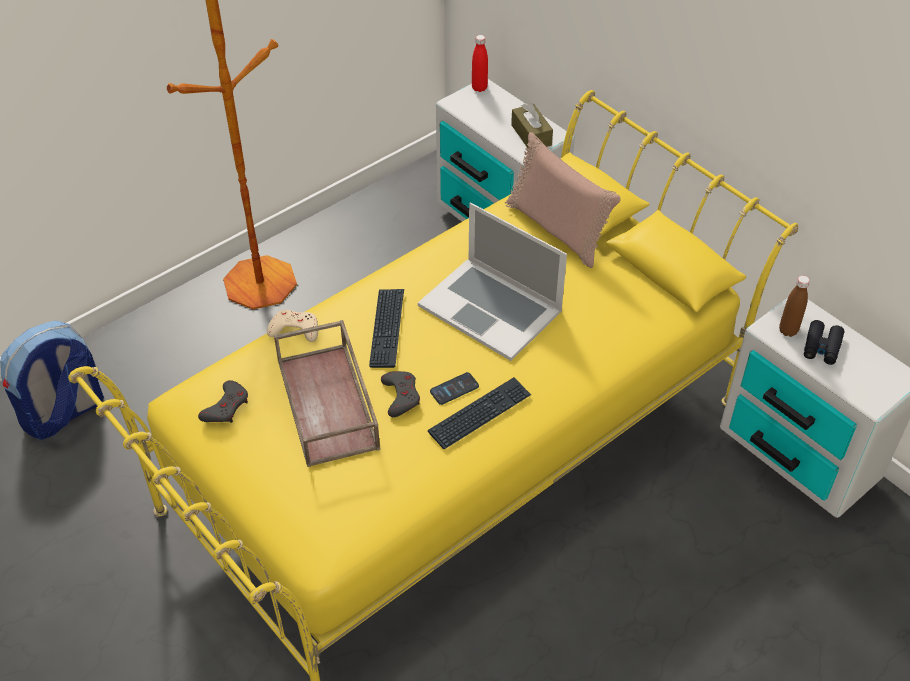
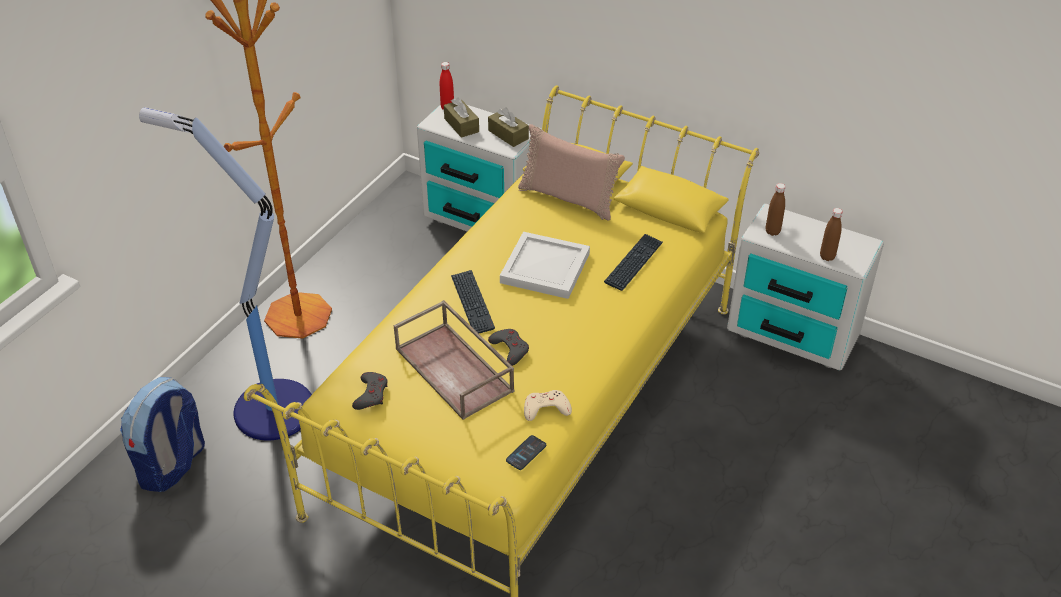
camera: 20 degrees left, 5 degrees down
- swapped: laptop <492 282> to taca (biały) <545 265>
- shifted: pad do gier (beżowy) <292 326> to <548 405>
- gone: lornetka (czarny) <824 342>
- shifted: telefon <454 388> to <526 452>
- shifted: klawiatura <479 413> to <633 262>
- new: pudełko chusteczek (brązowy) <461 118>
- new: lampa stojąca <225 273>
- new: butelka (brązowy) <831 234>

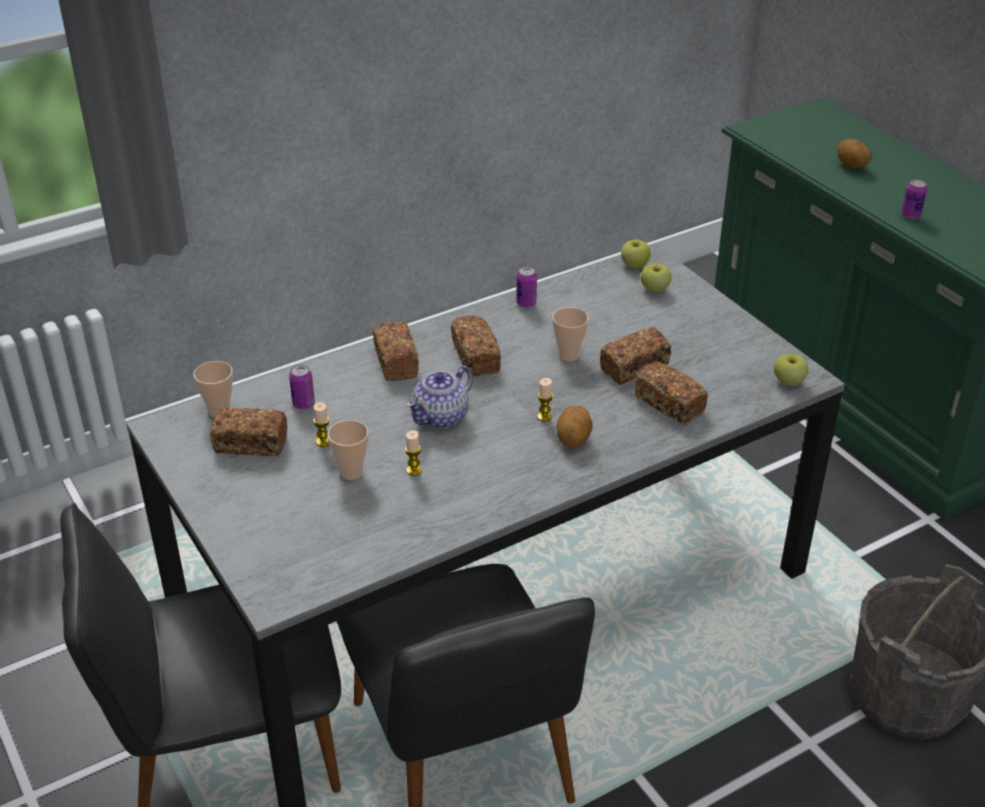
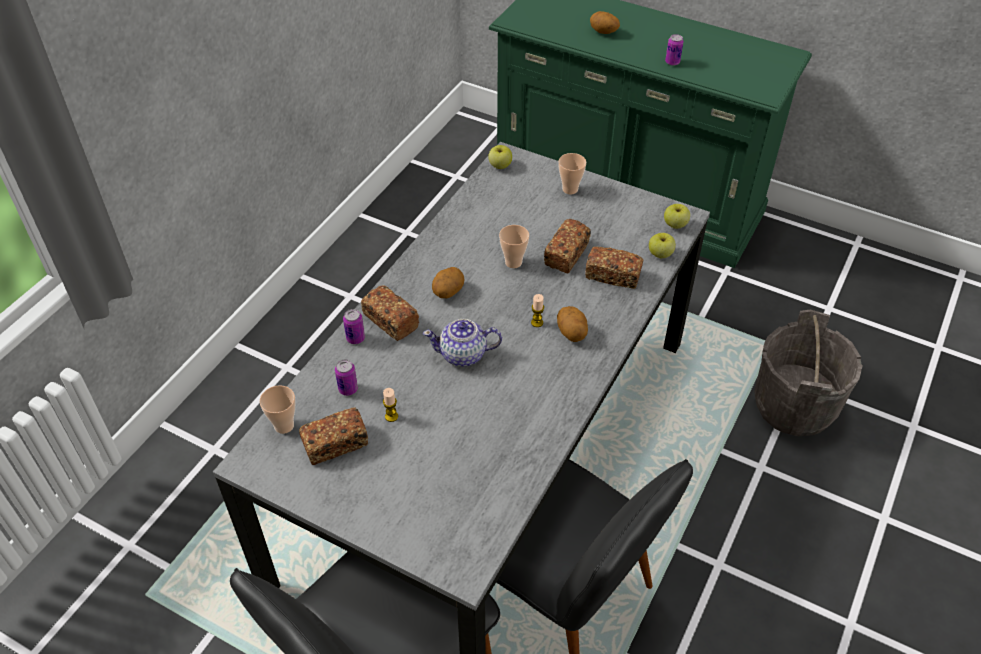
camera: 30 degrees left, 10 degrees up
- shifted: jabłko <656 278> to <662 245>
- shifted: puszka <526 286> to <354 326>
- swapped: chleb <476 346> to ziemniak <448 282>
- rotated: imbryk <439 397> = <462 343> 75 degrees clockwise
- shifted: filiżanka <348 450> to <572 173>
- gone: świeca <413 453>

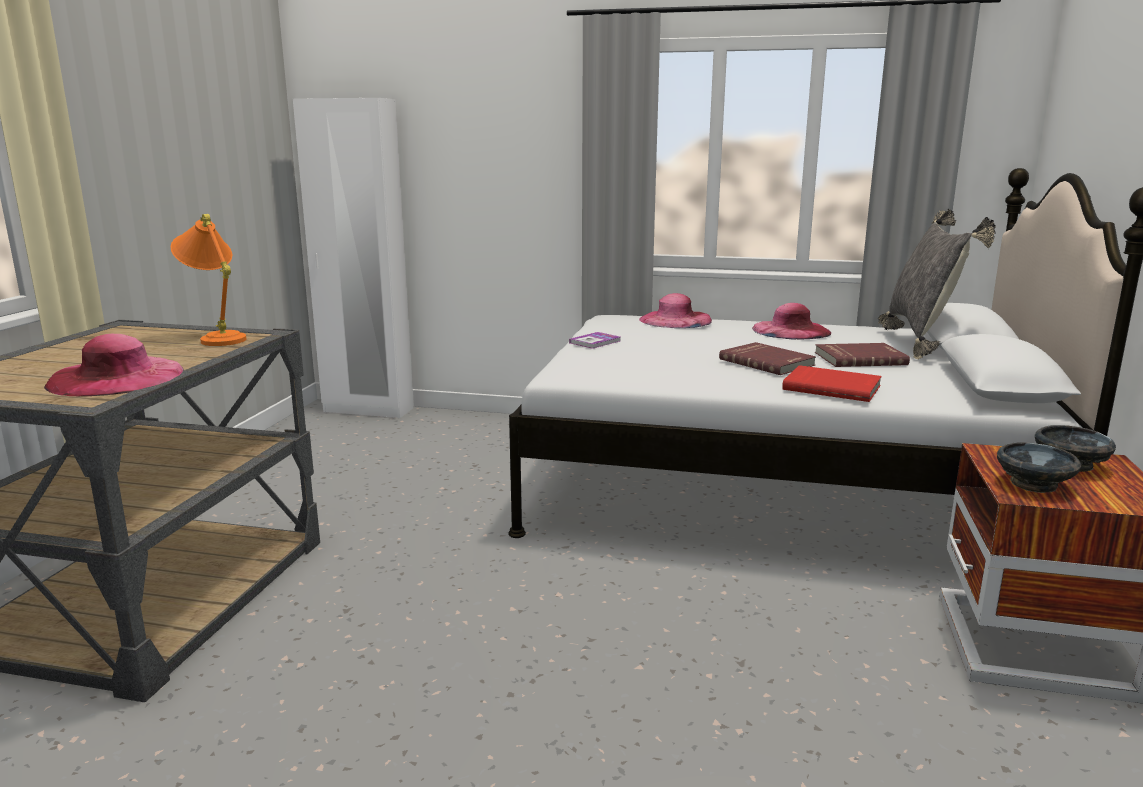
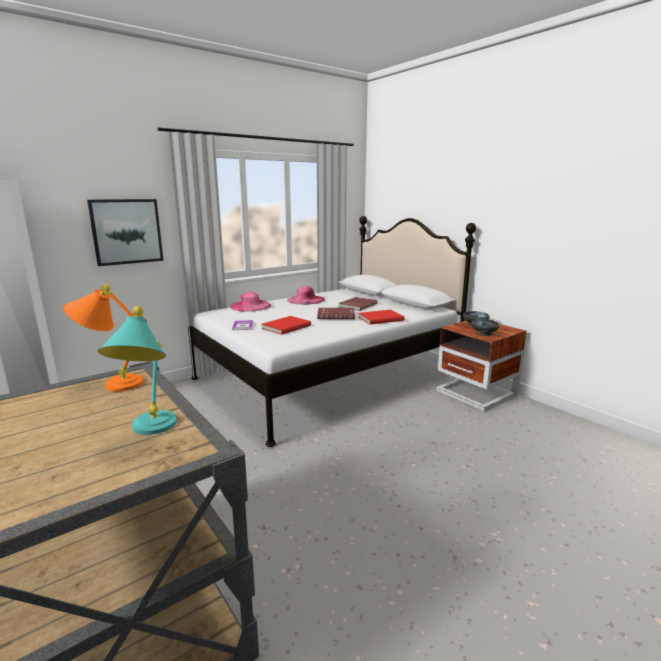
camera: 50 degrees left, 0 degrees up
- gone: poduszka <937 284>
- swapped: kapelusz (różowy) <114 365> to lampa stołowa (turkusowy) <137 371>
- new: obraz <125 232>
- new: książka (czerwony) <286 325>

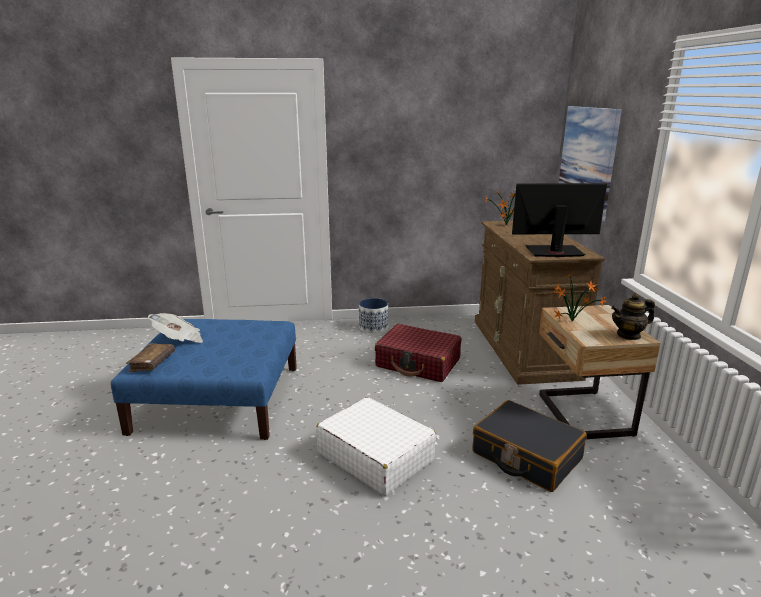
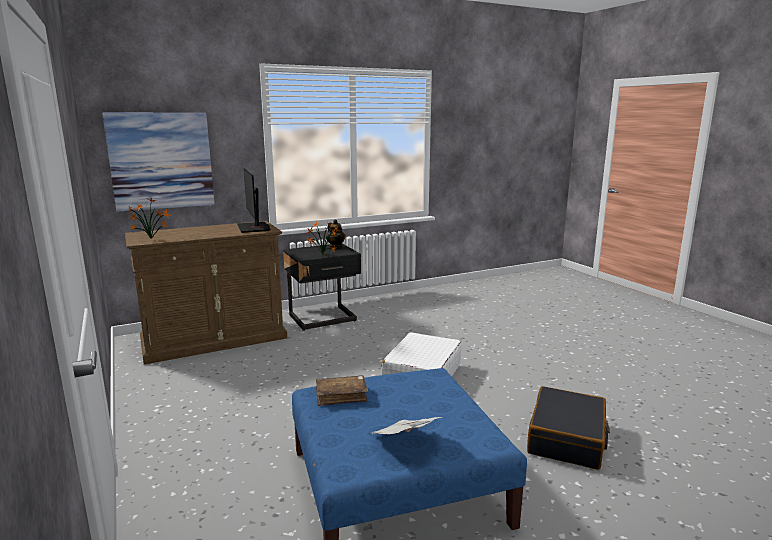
camera: 110 degrees left, 5 degrees down
- gone: donica <373 315>
- repainted: szafka nocna (beżowy) <599 372> to szafka nocna (czarny) <322 287>
- gone: walizka (czerwony) <418 353>
- shifted: książka (brązowy) <150 357> to <342 391>
- shifted: walizka (czarny) <530 446> to <568 428>

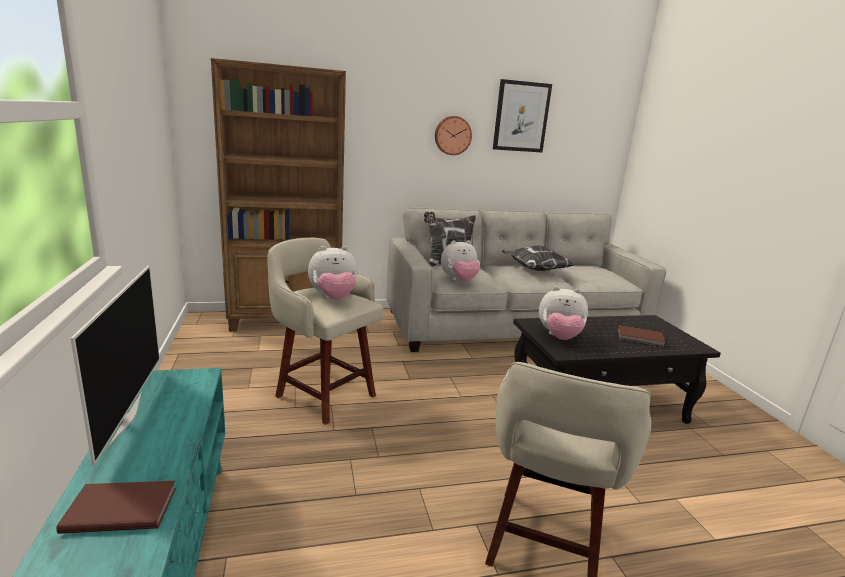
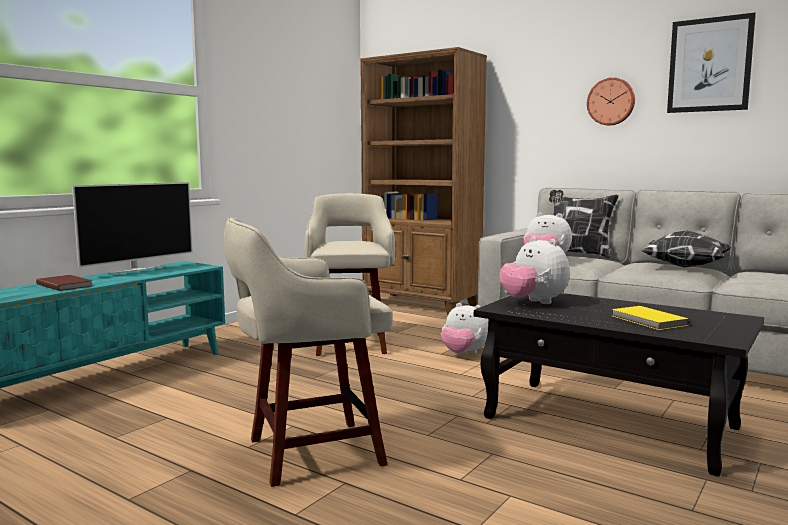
camera: 50 degrees right, 10 degrees down
- shifted: pluszak <333 273> to <464 328>
- repainted: książka (brązowy) <642 336> to książka (żółty) <651 318>

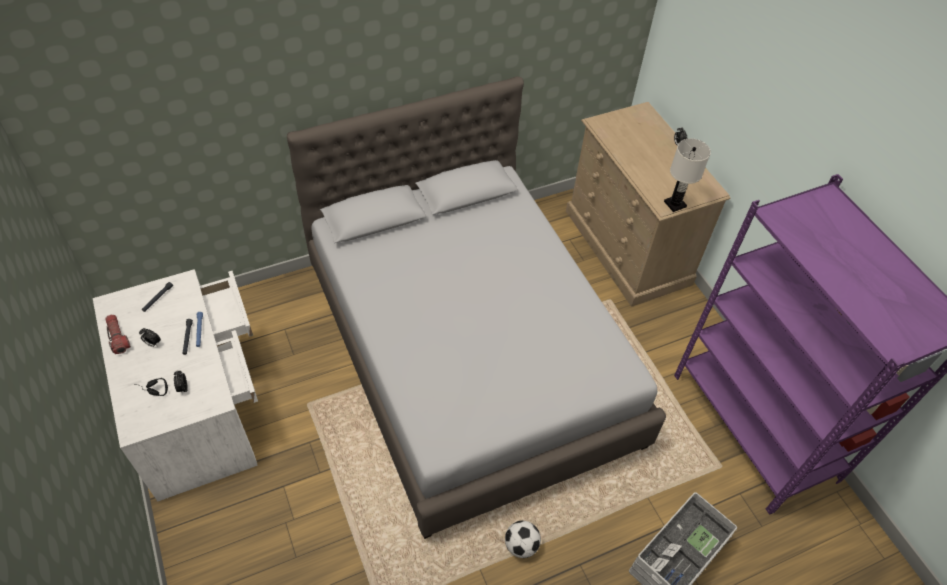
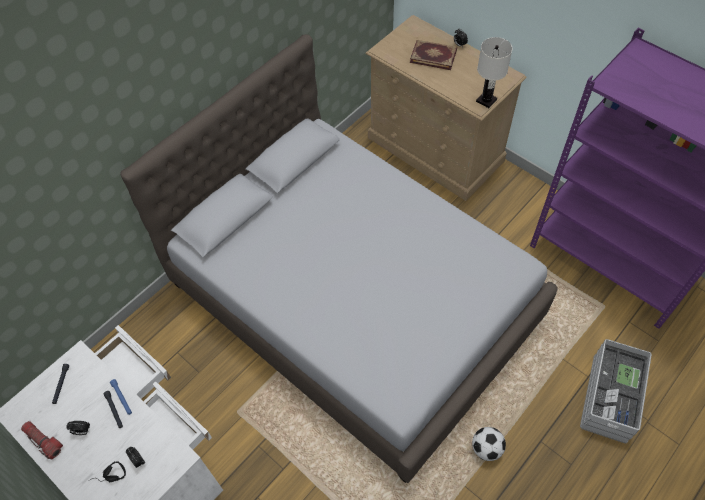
camera: 20 degrees left, 5 degrees up
- new: książka <433 55>

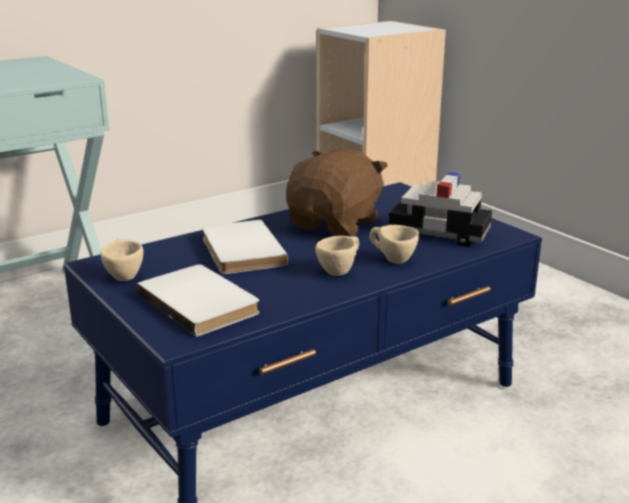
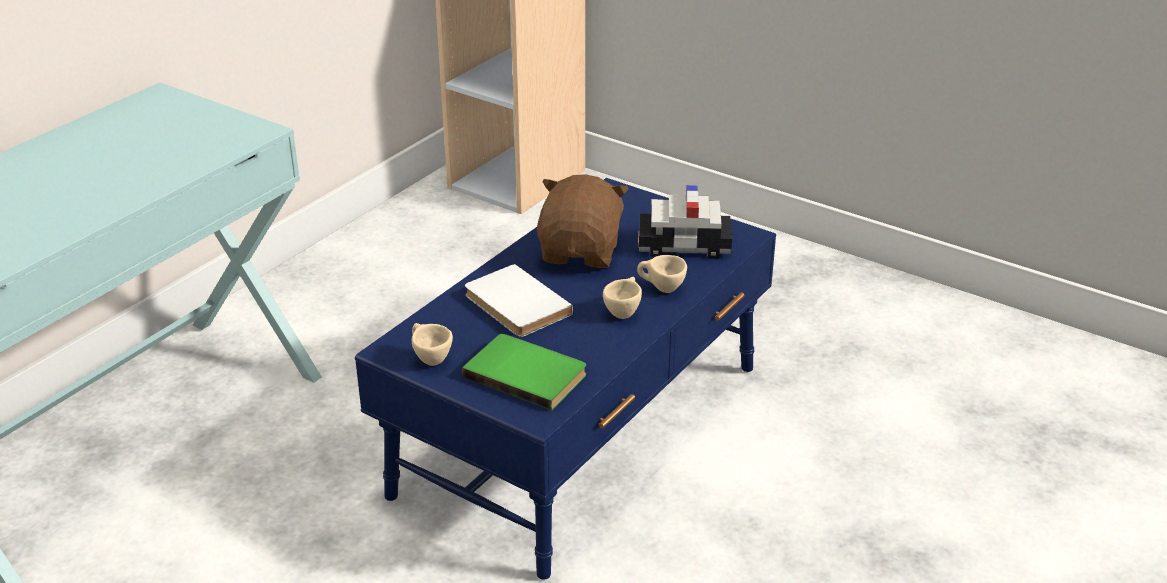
camera: 20 degrees left, 10 degrees up
- repainted: książka (biały) <198 300> to książka (zielony) <524 372>

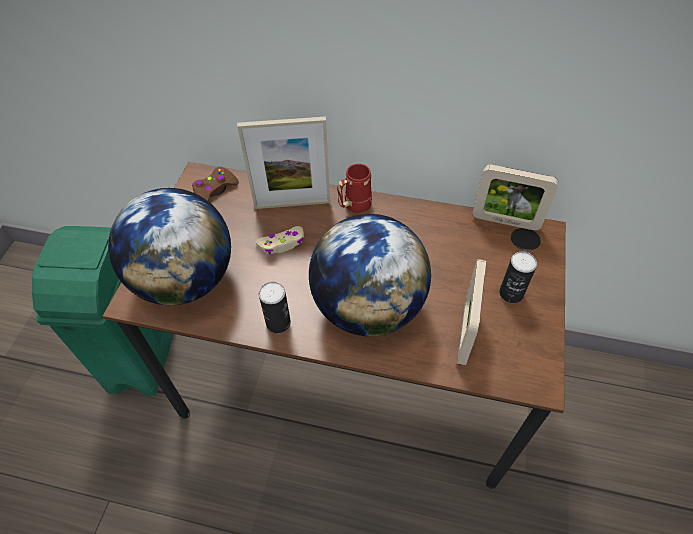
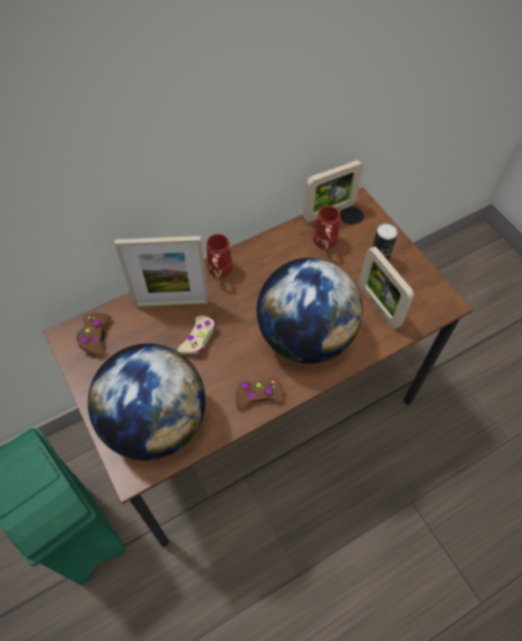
camera: 45 degrees left, 5 degrees up
- rotated: ramka na zdjęcie <283 162> = <162 271> 45 degrees clockwise
- swapped: puszka <275 307> to pad do gier (brązowy) <260 393>
- new: kubek (czerwony) <326 228>

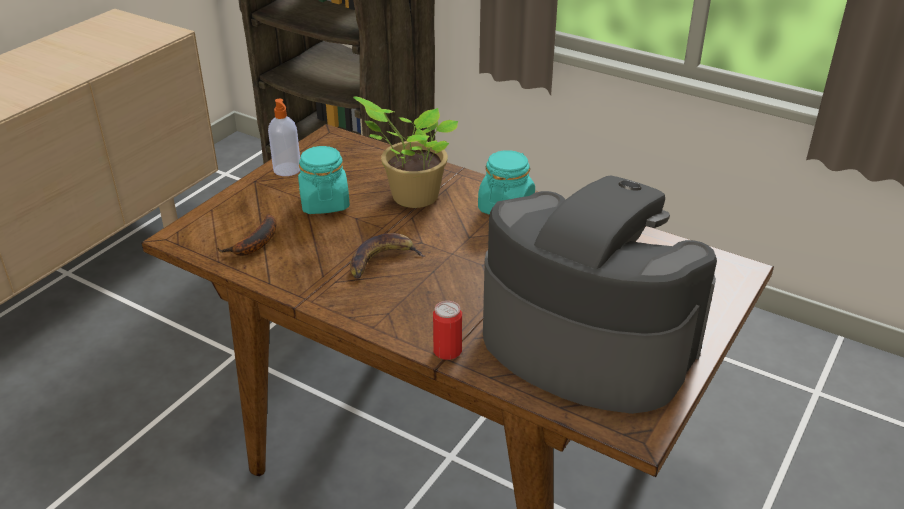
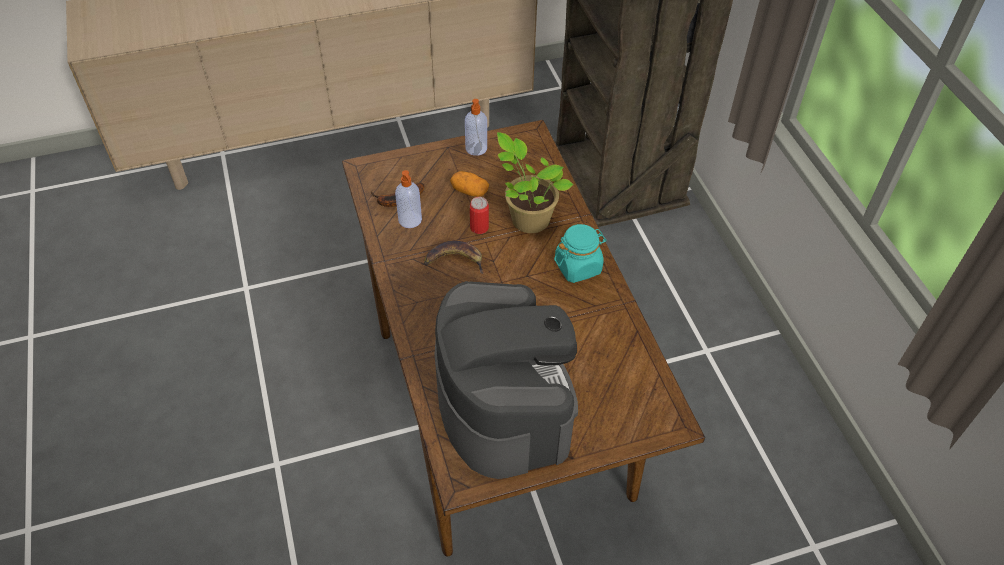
camera: 40 degrees right, 15 degrees up
- swapped: słoik (turkusowy) <324 180> to ziemniak <469 184>
- shifted: puszka <447 330> to <479 215>
- new: dozownik mydła <408 199>

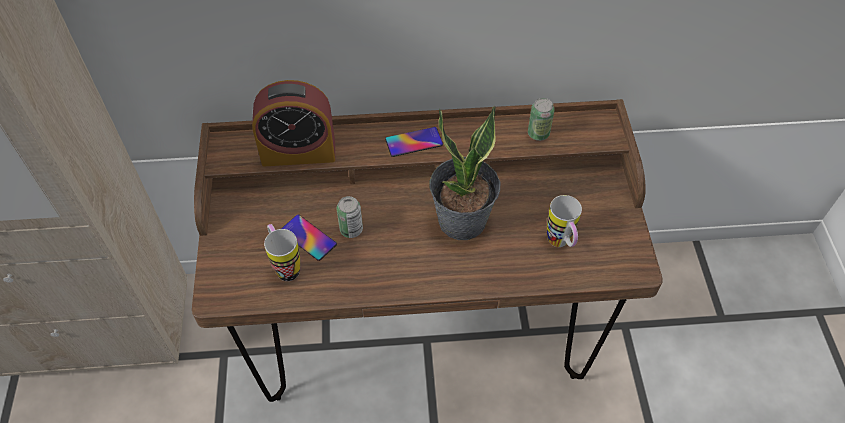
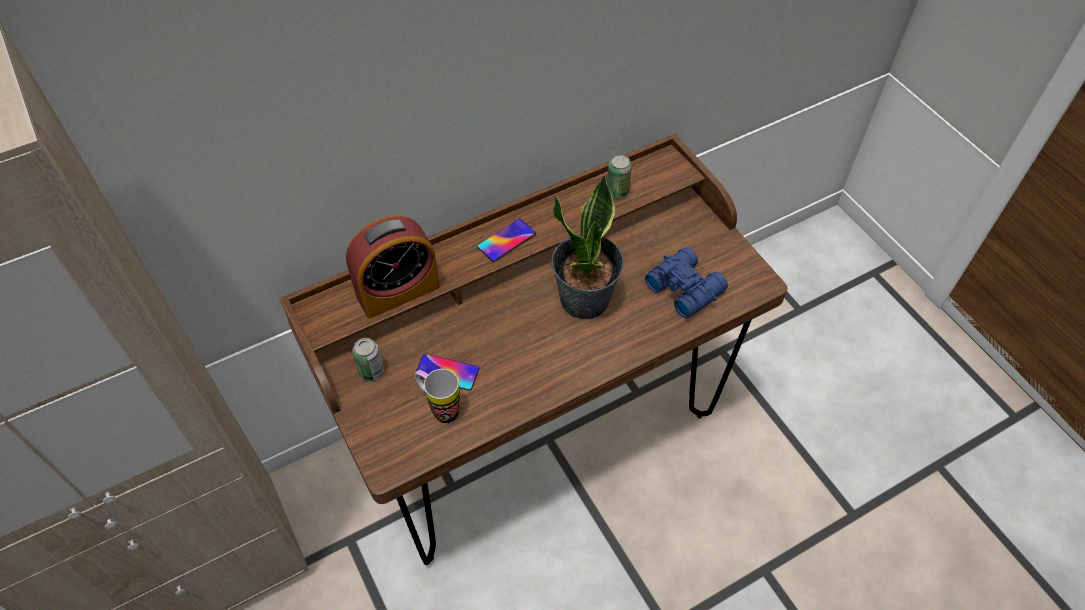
camera: 25 degrees left, 0 degrees up
- swapped: kubek <564 221> to lornetka (niebieski) <686 282>
- shifted: puszka <350 217> to <368 359>

